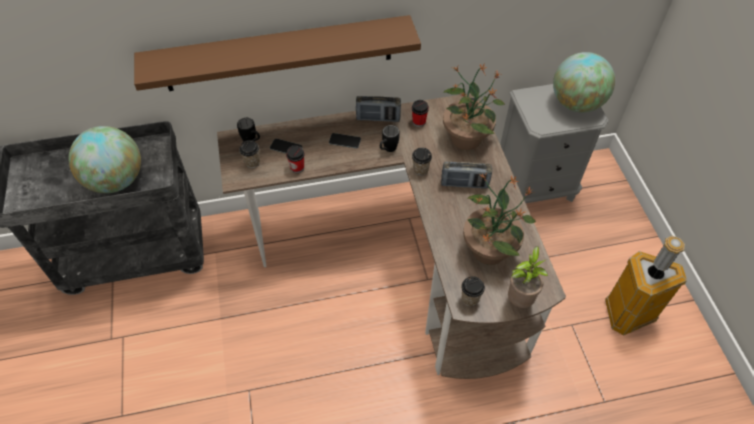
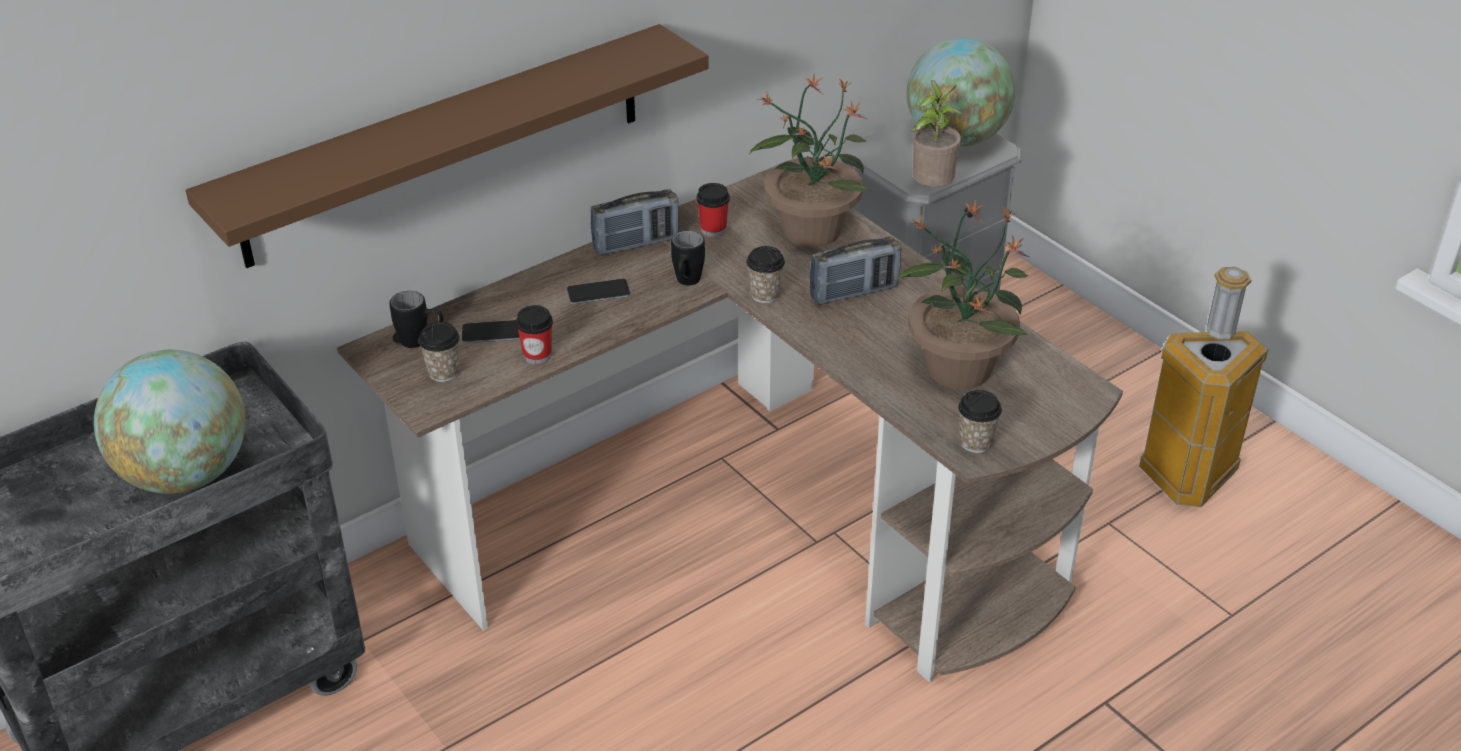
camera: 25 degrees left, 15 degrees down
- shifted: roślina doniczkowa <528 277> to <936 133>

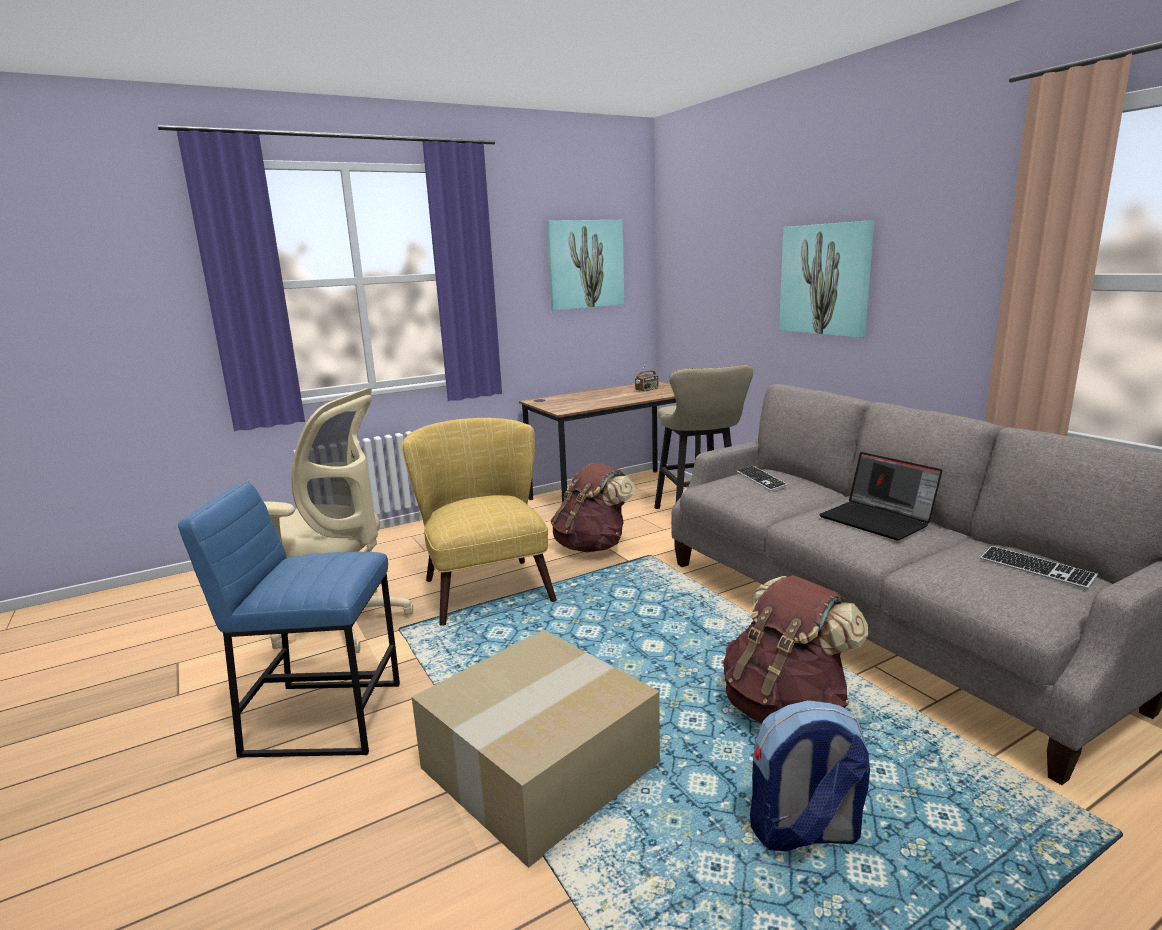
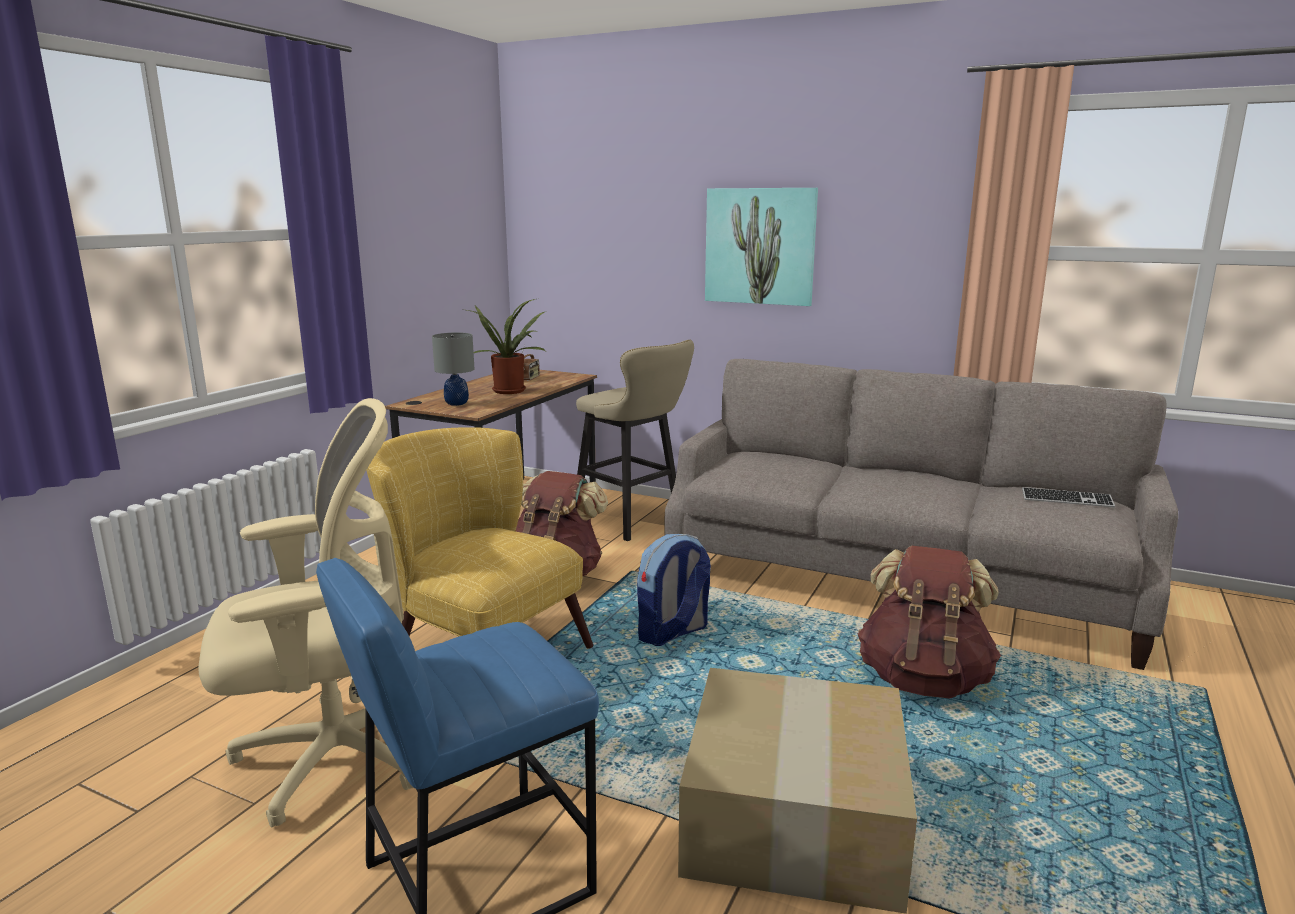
camera: 35 degrees left, 0 degrees up
- gone: obraz <585 265>
- gone: laptop <880 496>
- gone: klawiatura <762 478>
- shifted: plecak <810 776> to <674 590>
- new: roślina doniczkowa <506 346>
- new: lampa stołowa (szary) <453 369>

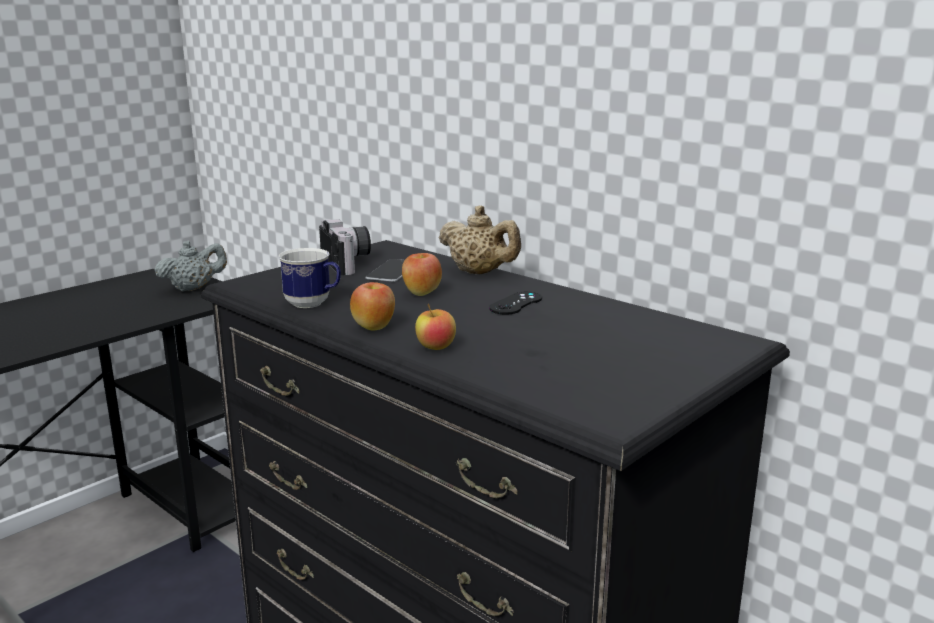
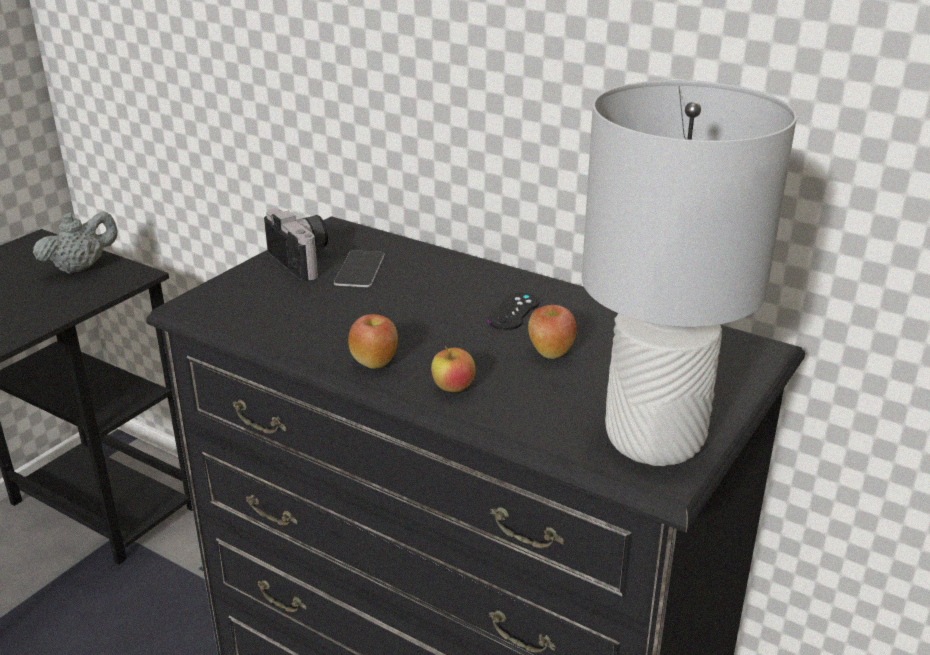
camera: 10 degrees left, 10 degrees up
- gone: imbryk (beżowy) <479 240>
- gone: kubek <310 278>
- shifted: jabłko <422 274> to <552 332>
- new: lampa stołowa (szary) <689 273>

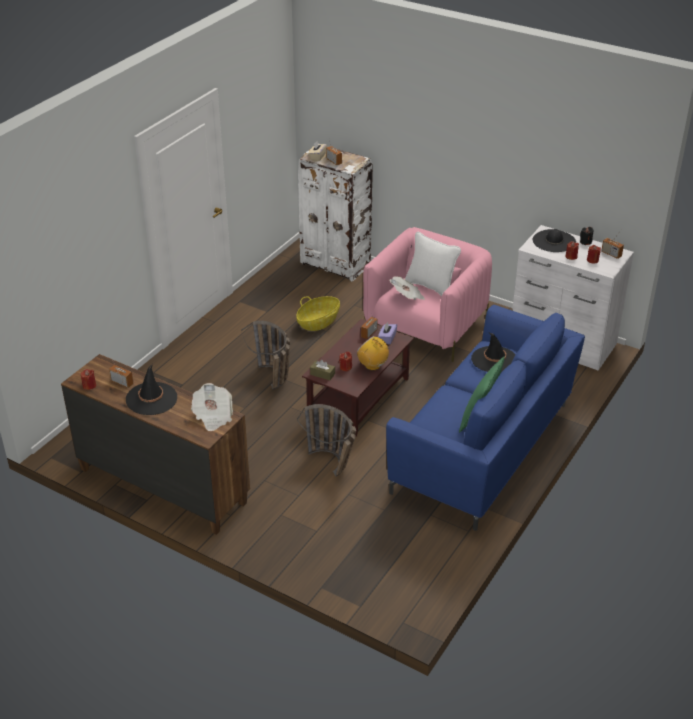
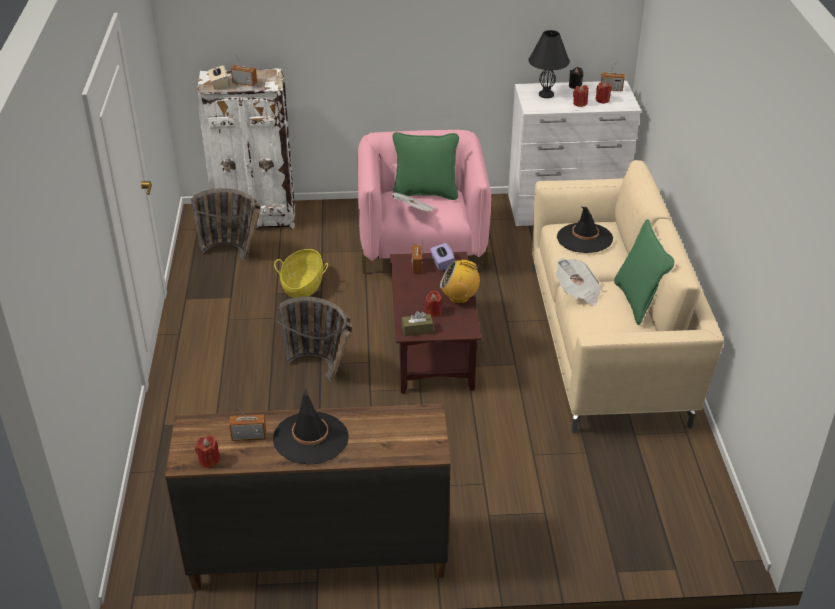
camera: 35 degrees left, 0 degrees up
- swapped: kapelusz (czarny) <554 240> to lampa stołowa (czarny) <549 64>
- repainted: poduszka (biały) <433 264> to poduszka (zielony) <425 166>
- repainted: kanapa (niebieski) <485 418> to kanapa (beżowy) <628 296>
- shifted: gazeta <212 407> to <579 282>
- shifted: koszyk <326 440> to <226 224>

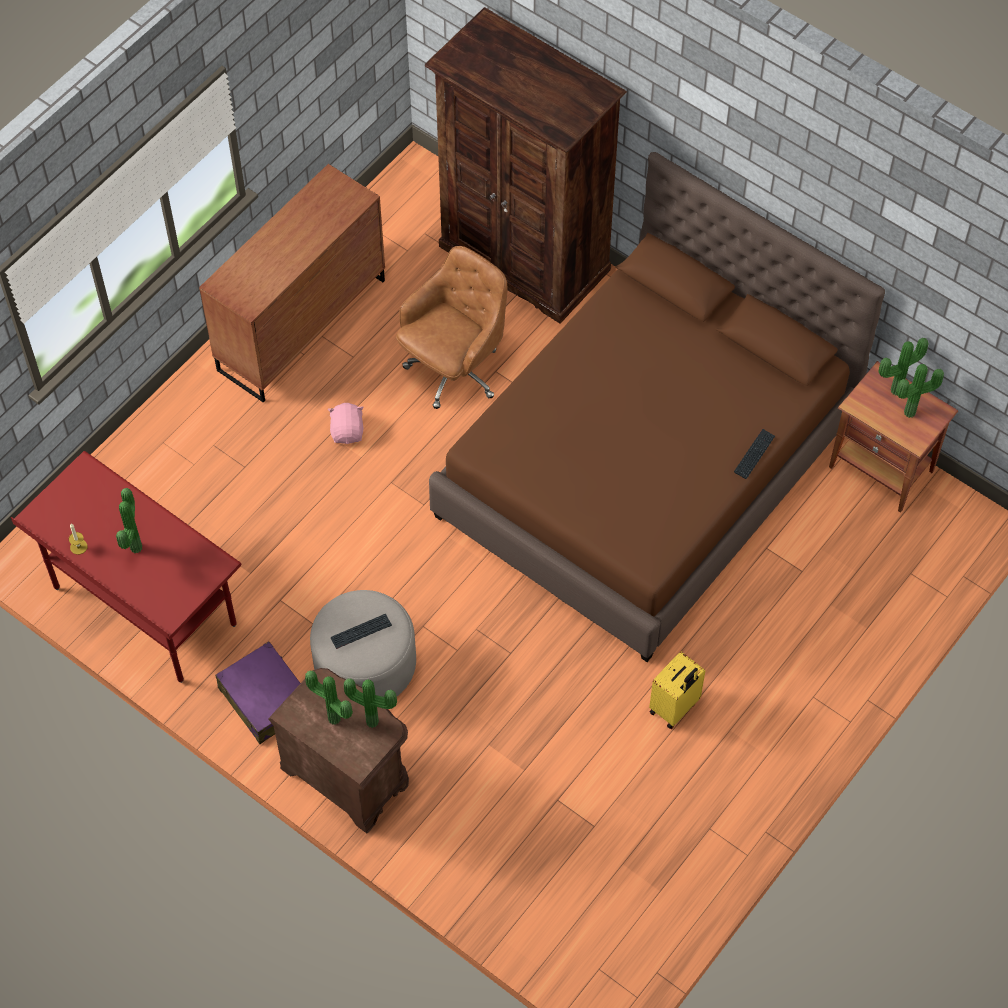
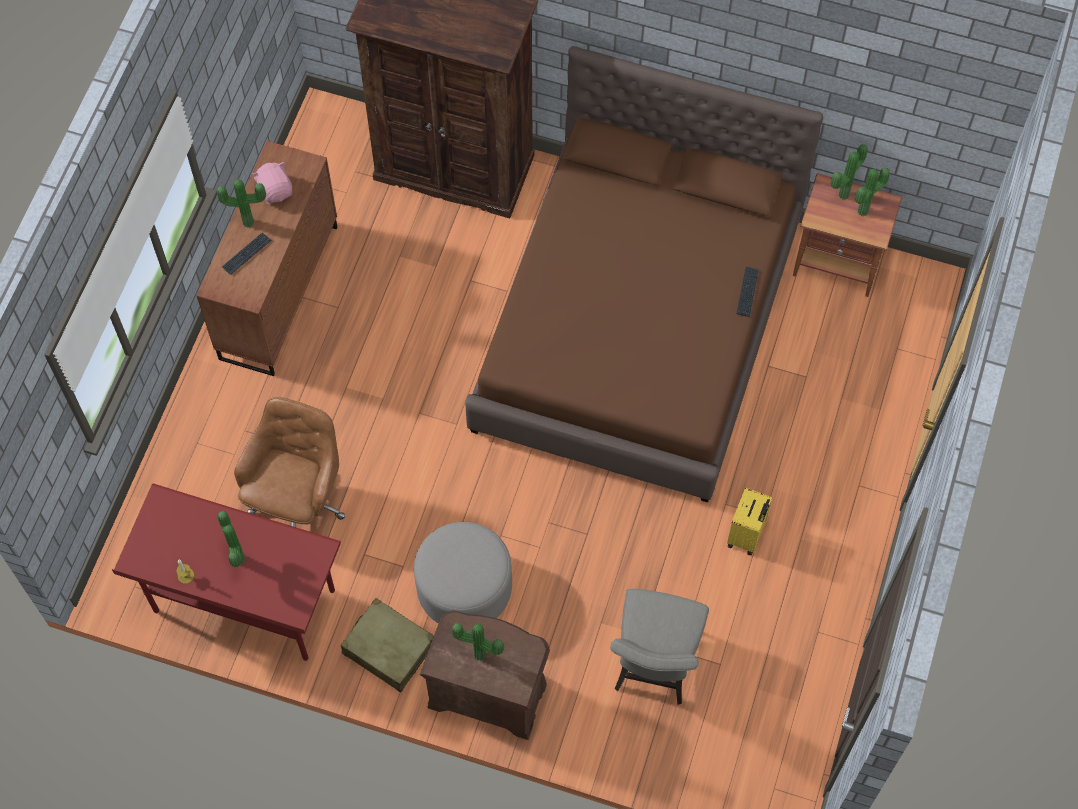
camera: 20 degrees left, 5 degrees up
- shifted: krzesło biurowe (brązowy) <451 327> to <289 462>
- shifted: pluszak (różowy) <346 423> to <272 183>
- shifted: klawiatura <361 631> to <247 253>
- repainted: walizka (fioletowy) <257 692> to walizka (beżowy) <387 645>
- shifted: roślina doniczkowa <370 703> to <241 204>
- new: krzesło (szary) <659 647>

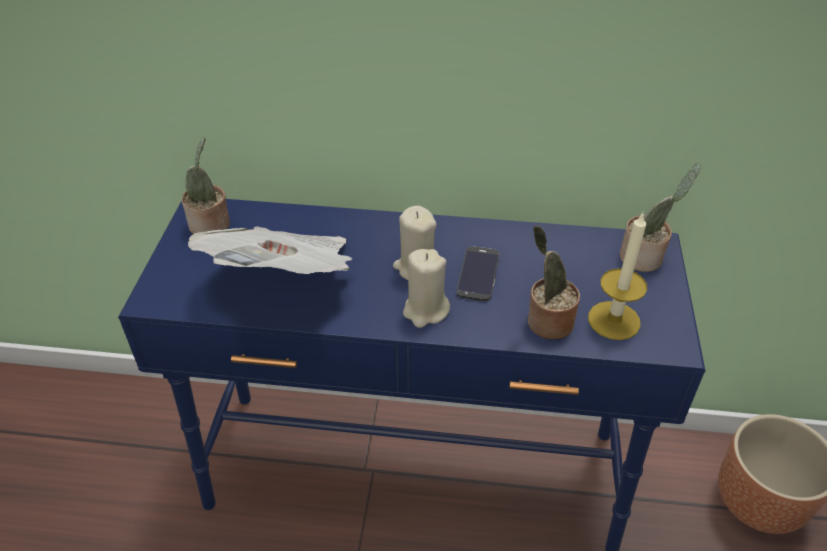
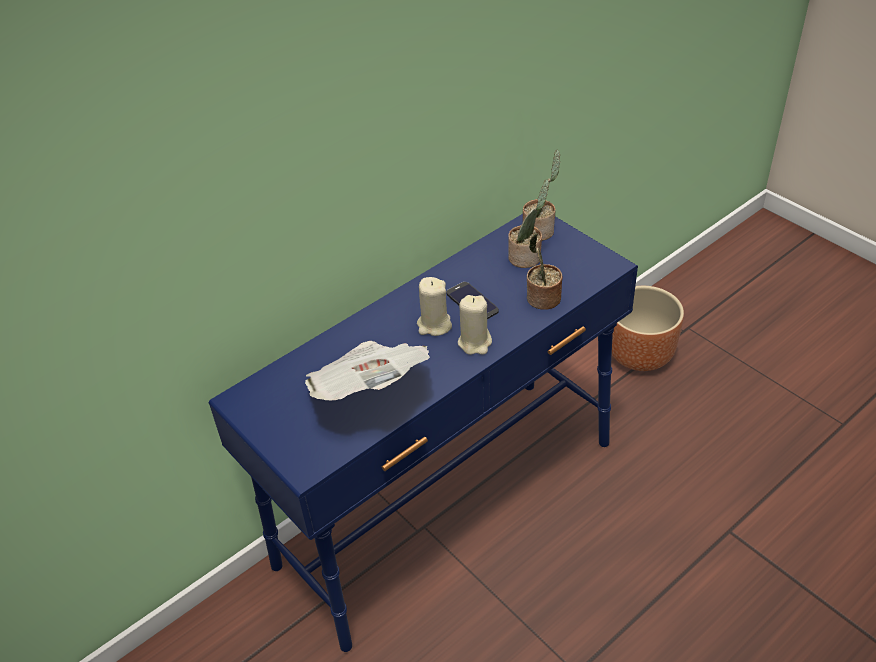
camera: 45 degrees left, 0 degrees up
- shifted: roślina doniczkowa <206 185> to <528 224>
- gone: świeca <617 276>

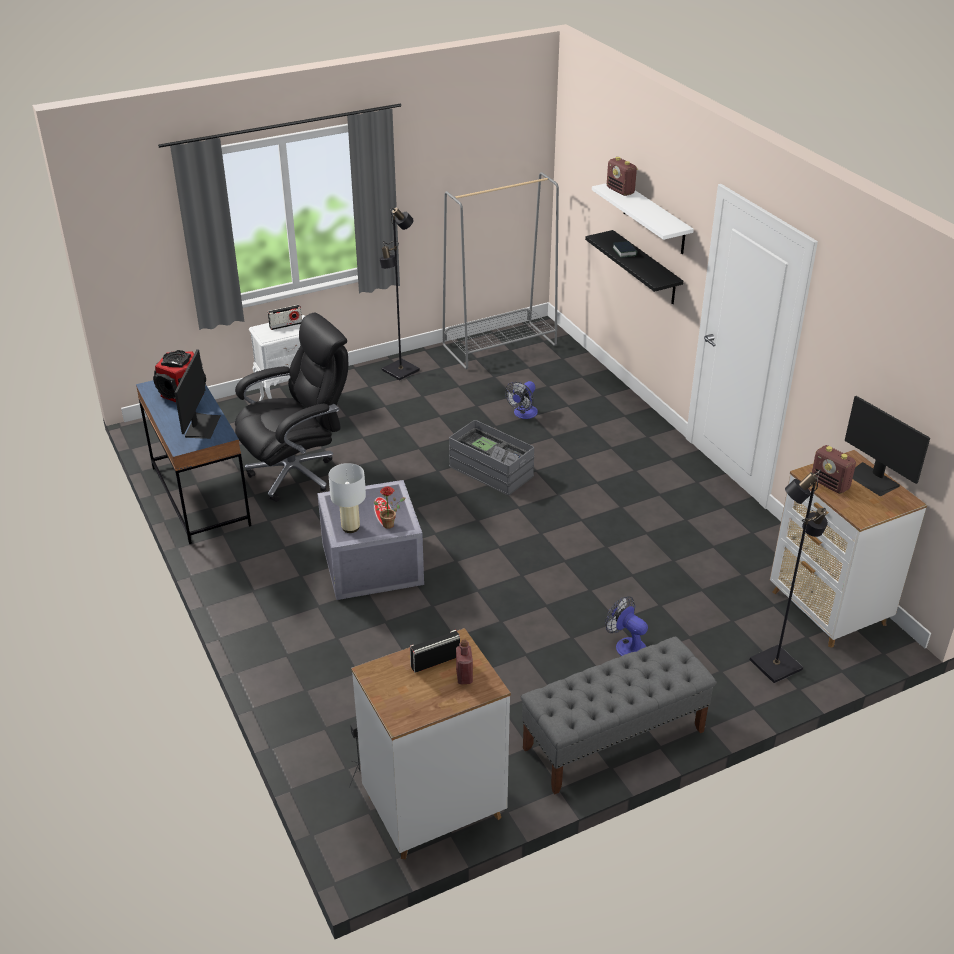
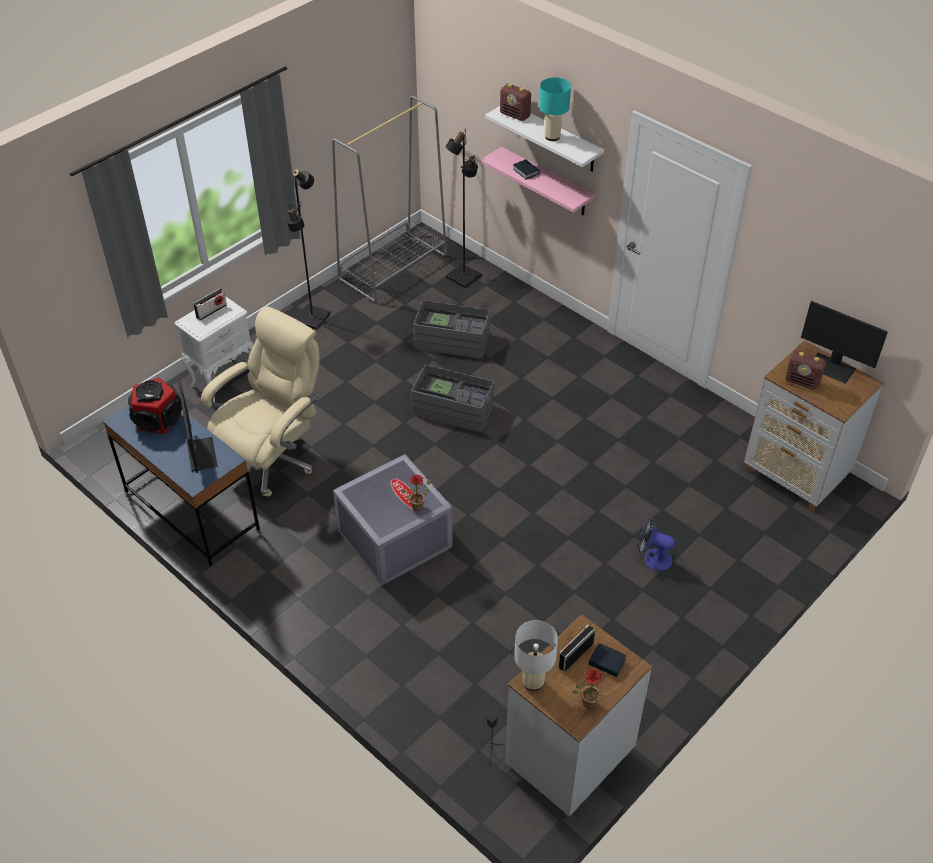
camera: 20 degrees left, 10 degrees up
- repainted: półka (czarny) <634 267> to półka (różowy) <537 181>
- repainted: krzesło biurowe (czarny) <291 407> to krzesło biurowe (beżowy) <260 401>
- swapped: wentylator <521 400> to pojemnik do przechowywania (szary) <452 329>
- shifted: lampa stołowa (biały) <347 498> to <536 655>
- shifted: lampa stojąca (czarny) <789 576> to <463 208>
- gone: ławka (szary) <618 715>
- swapped: butelka (czerwony) <464 662> to książka <607 660>
- new: lampa stołowa (turkusowy) <555 109>
- new: roślina doniczkowa <591 688>

